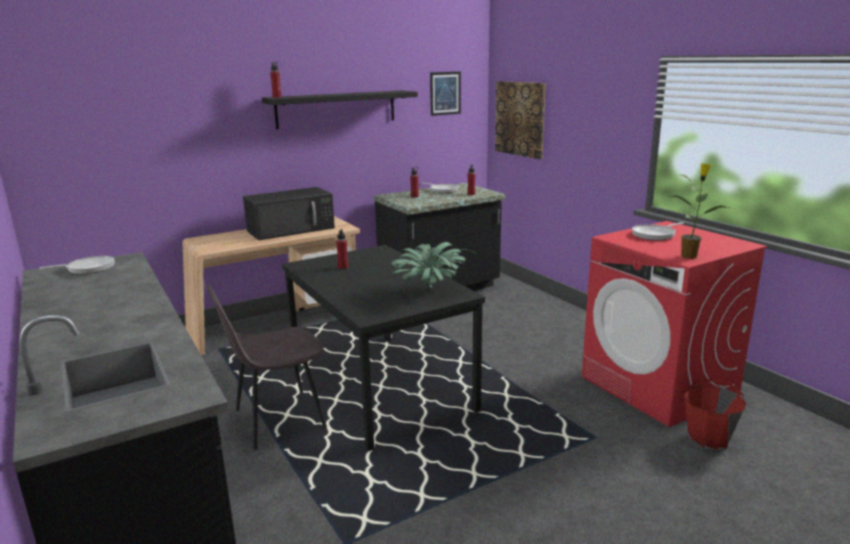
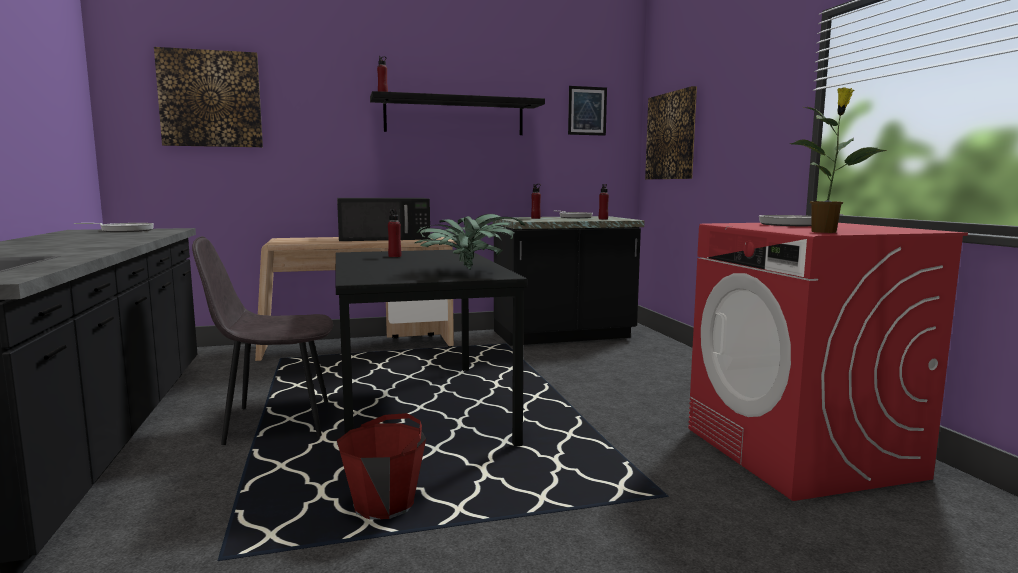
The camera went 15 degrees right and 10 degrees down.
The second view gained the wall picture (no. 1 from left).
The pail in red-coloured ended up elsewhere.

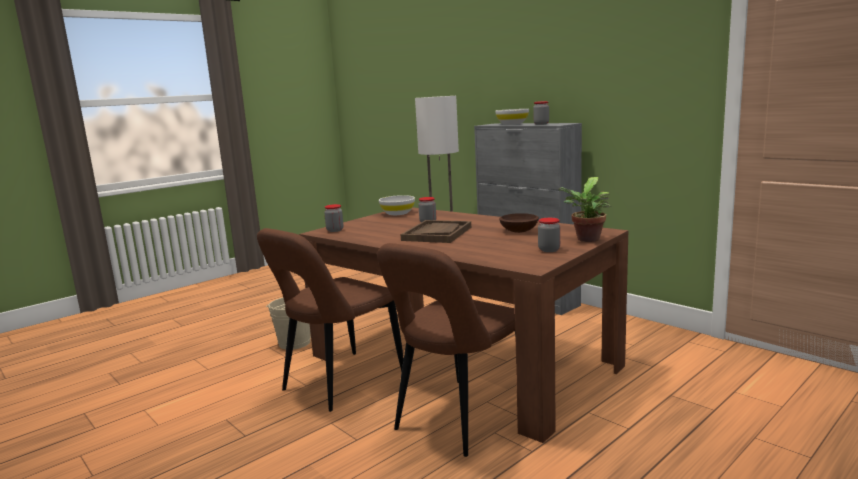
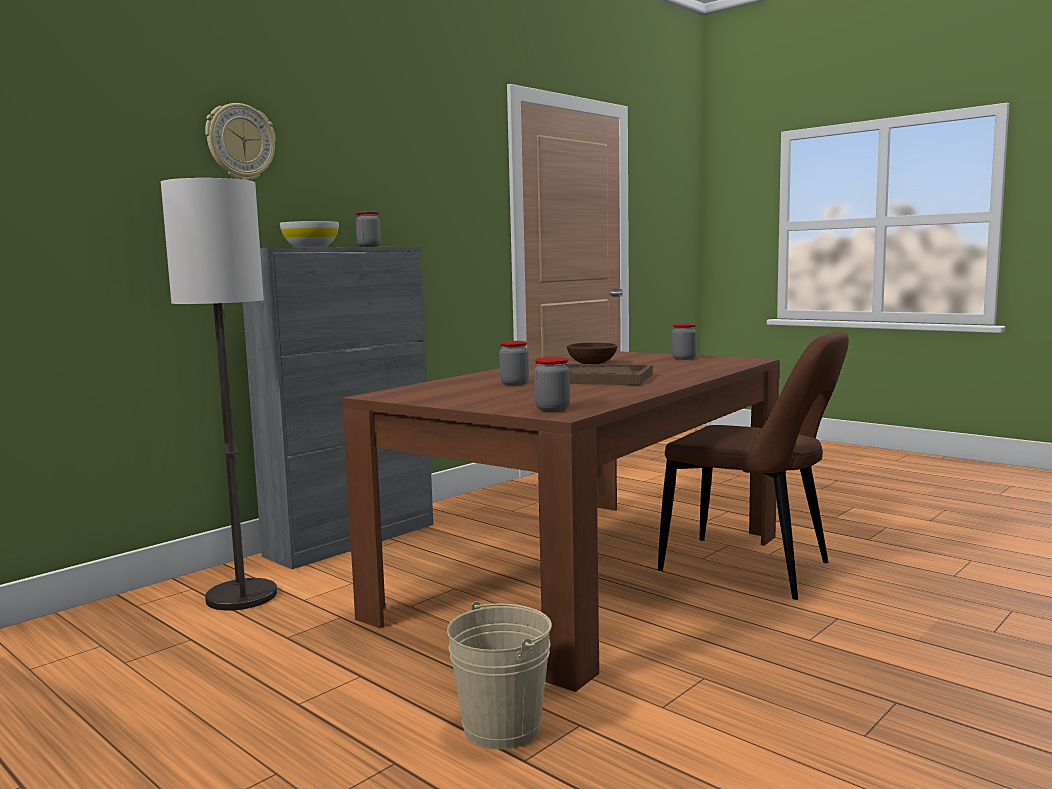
The camera went 95 degrees left and 5 degrees down.
The second view gained the clock on the wall.
The second view lost the upright chair in brown (no. 1 from left).
The second view lost the bowl in white-coloured (no. 1 from left).
The second view lost the houseplant.

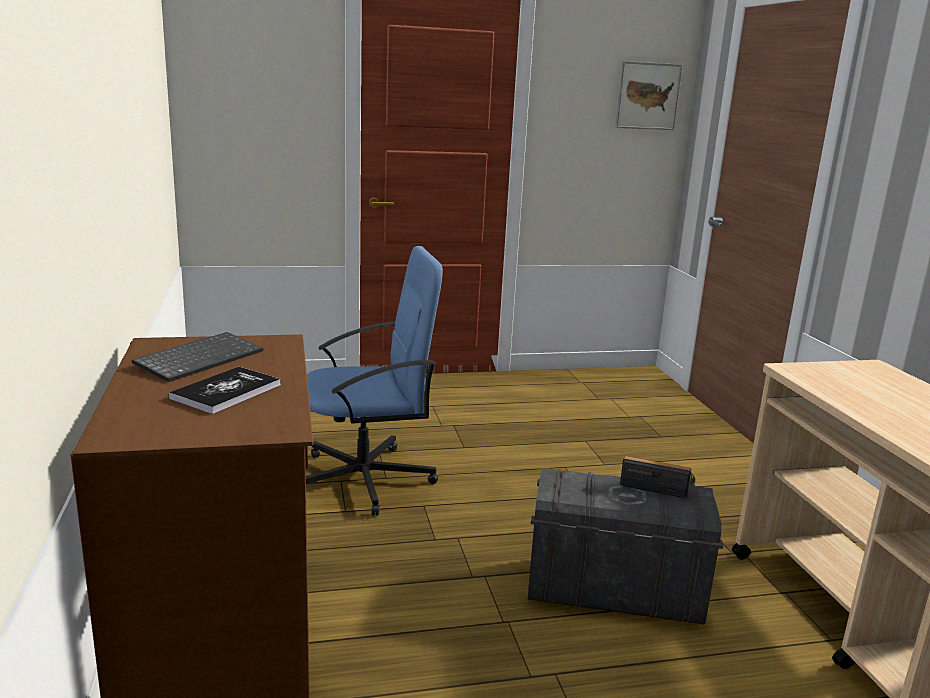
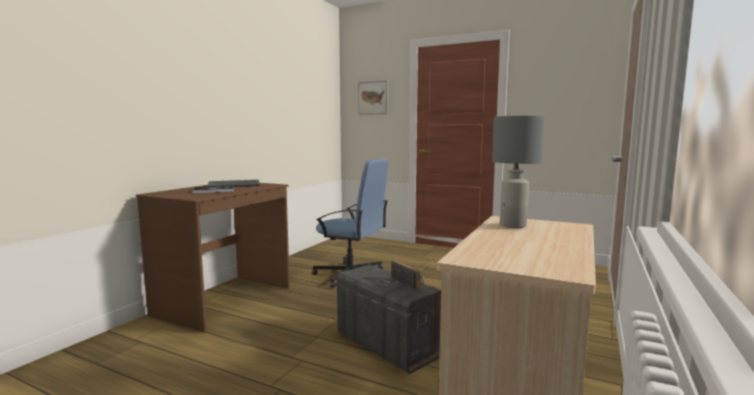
The camera went 40 degrees right and 10 degrees down.
The wall picture ended up elsewhere.
The second view gained the table lamp in greyish.

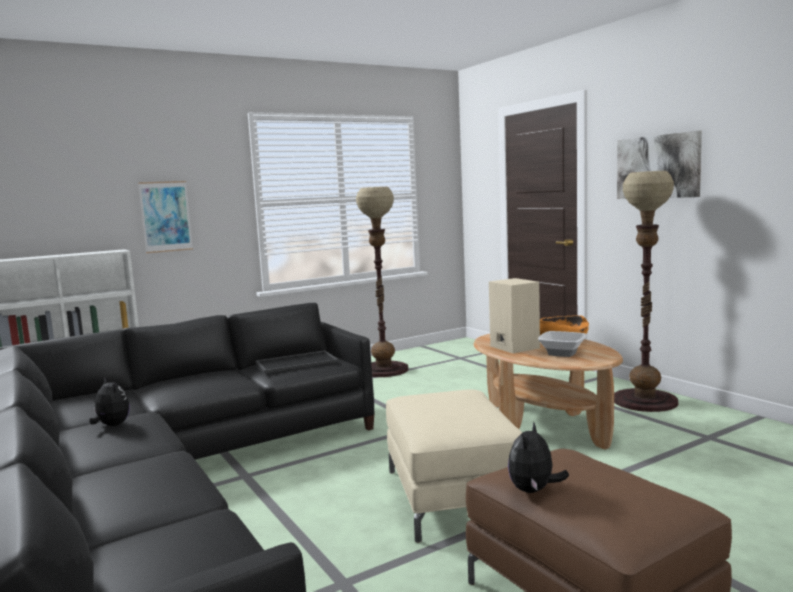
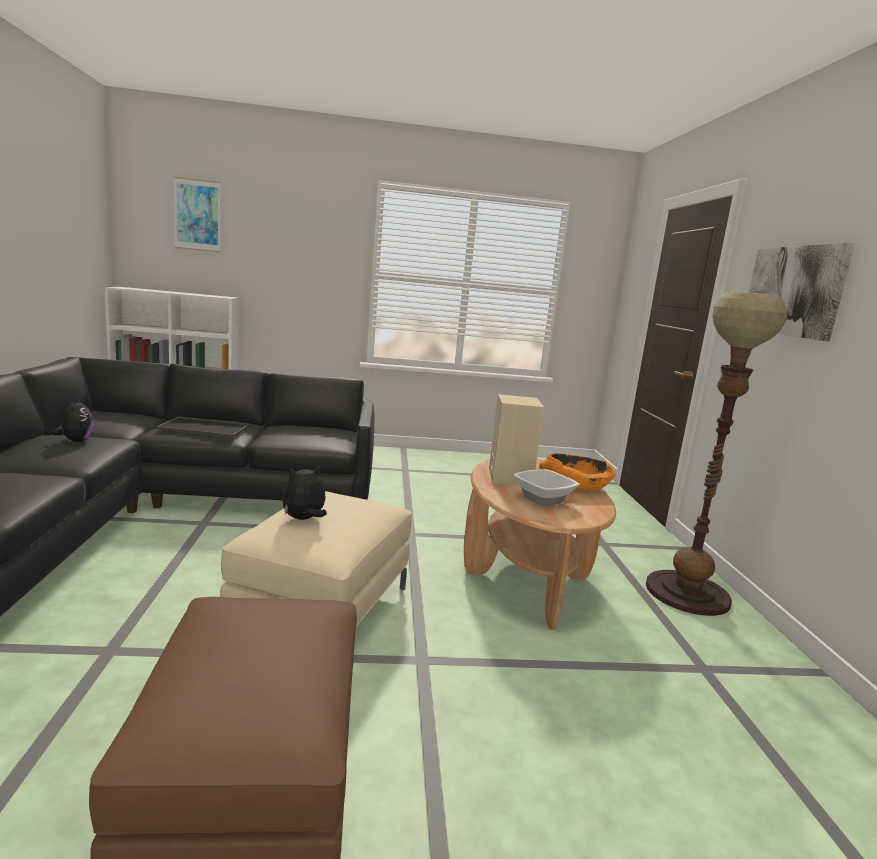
The camera went 25 degrees right and 5 degrees up.
The carrying tray ended up elsewhere.
The wall picture (no. 1 from left) ended up elsewhere.
The plush toy (no. 2 from left) ended up elsewhere.
The second view lost the standing lamp (no. 1 from left).

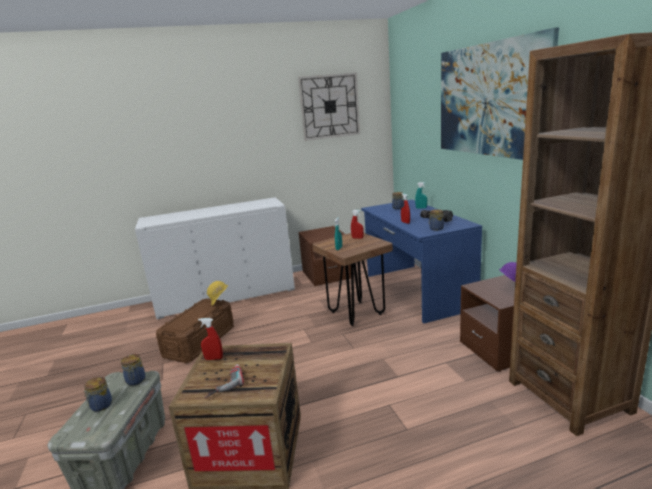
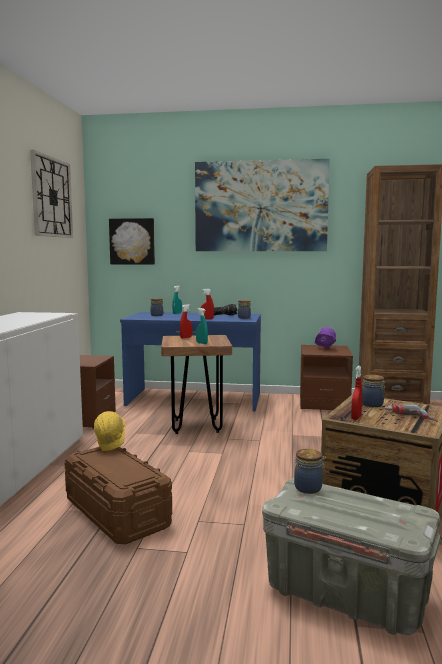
The camera went 65 degrees left and 10 degrees down.
The second view gained the wall picture (no. 1 from left).
The jar (no. 1 from left in the first image) ended up elsewhere.

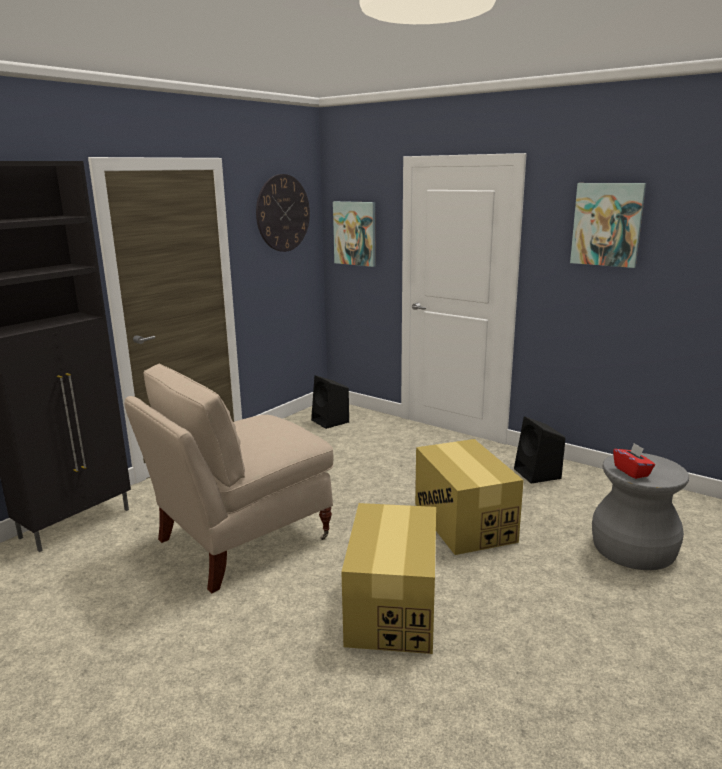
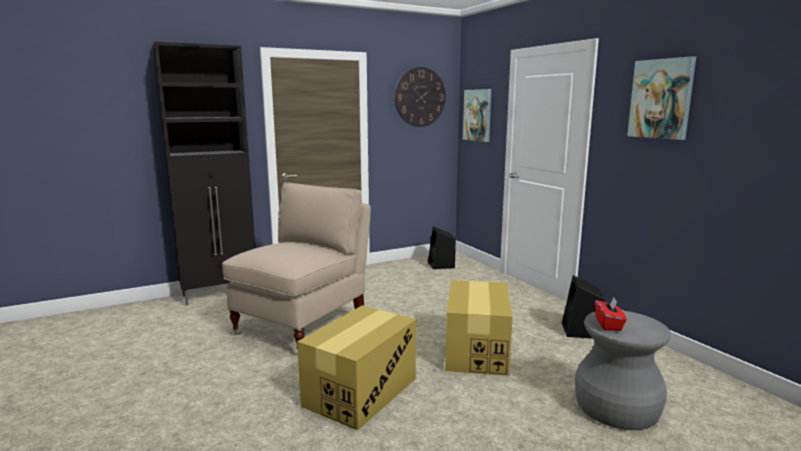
The camera went 25 degrees right and 5 degrees down.
The upright chair in sand-coloured ended up facing another way, 135 degrees clockwise from before.

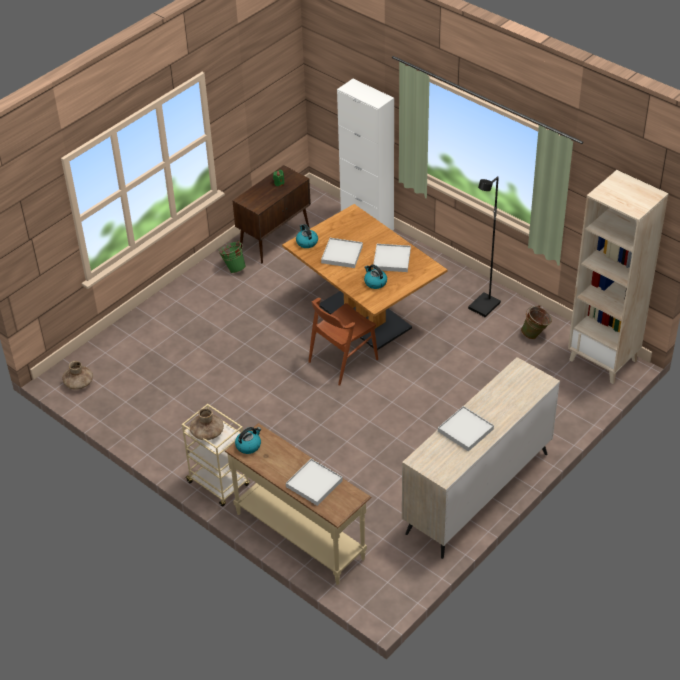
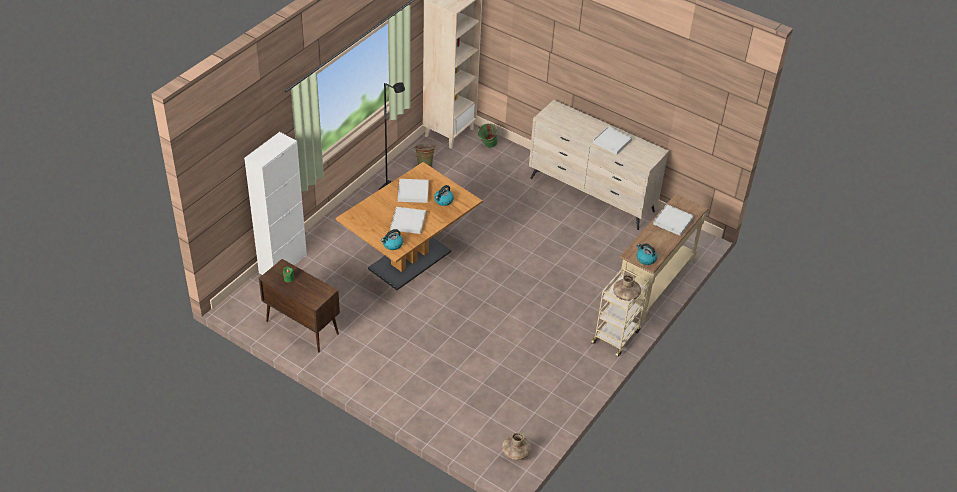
The camera went 100 degrees left and 0 degrees up.
The pail in greenish (no. 1 from left in the first image) ended up elsewhere.
The second view lost the upright chair in brown.

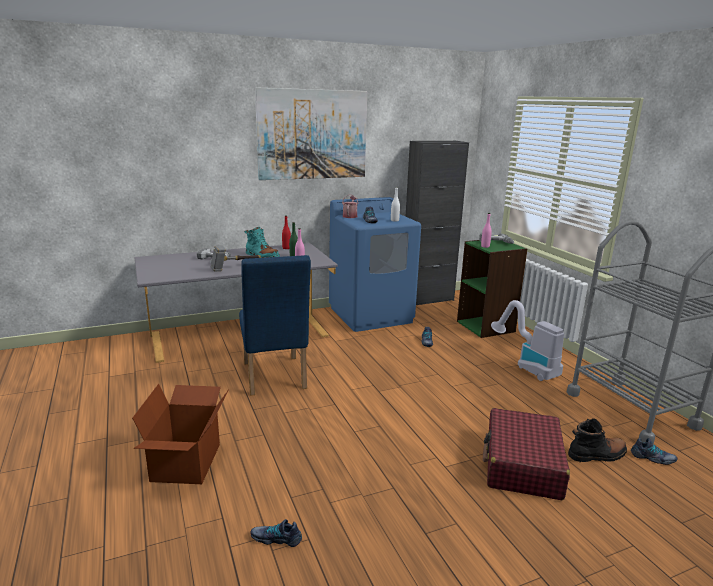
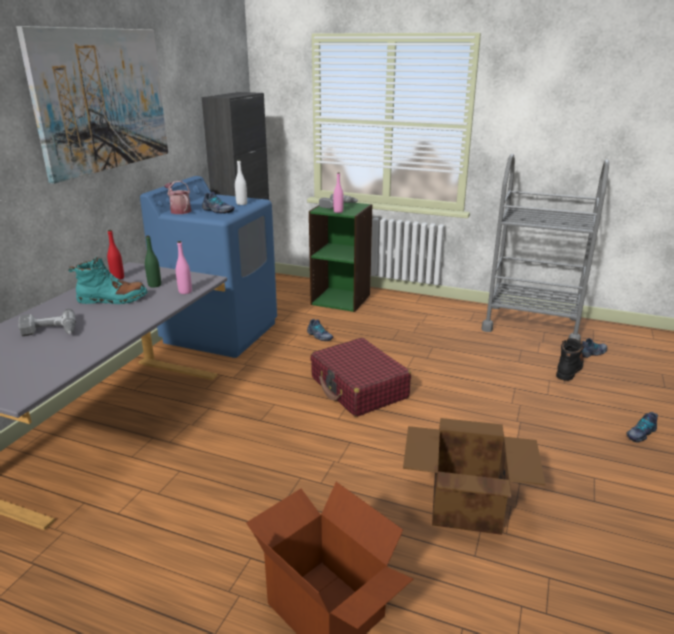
The camera went 45 degrees left and 5 degrees up.
The travel case in red-coloured ended up elsewhere.
The second view gained the packing box (no. 2 from left).
The low shoe (no. 1 from left in the first image) ended up elsewhere.
The second view lost the hand hammer.
The second view lost the upright chair in blue.
The second view lost the vacuum.

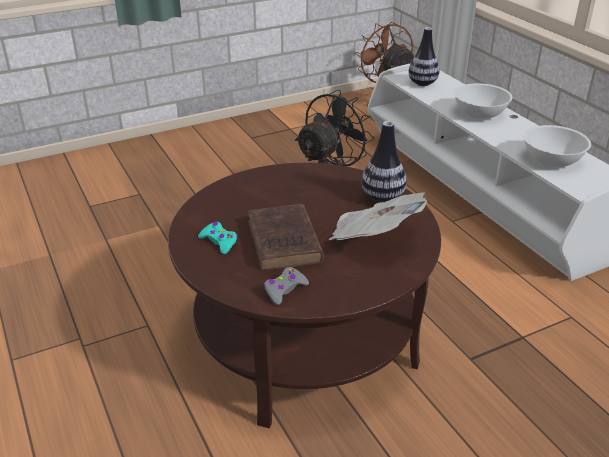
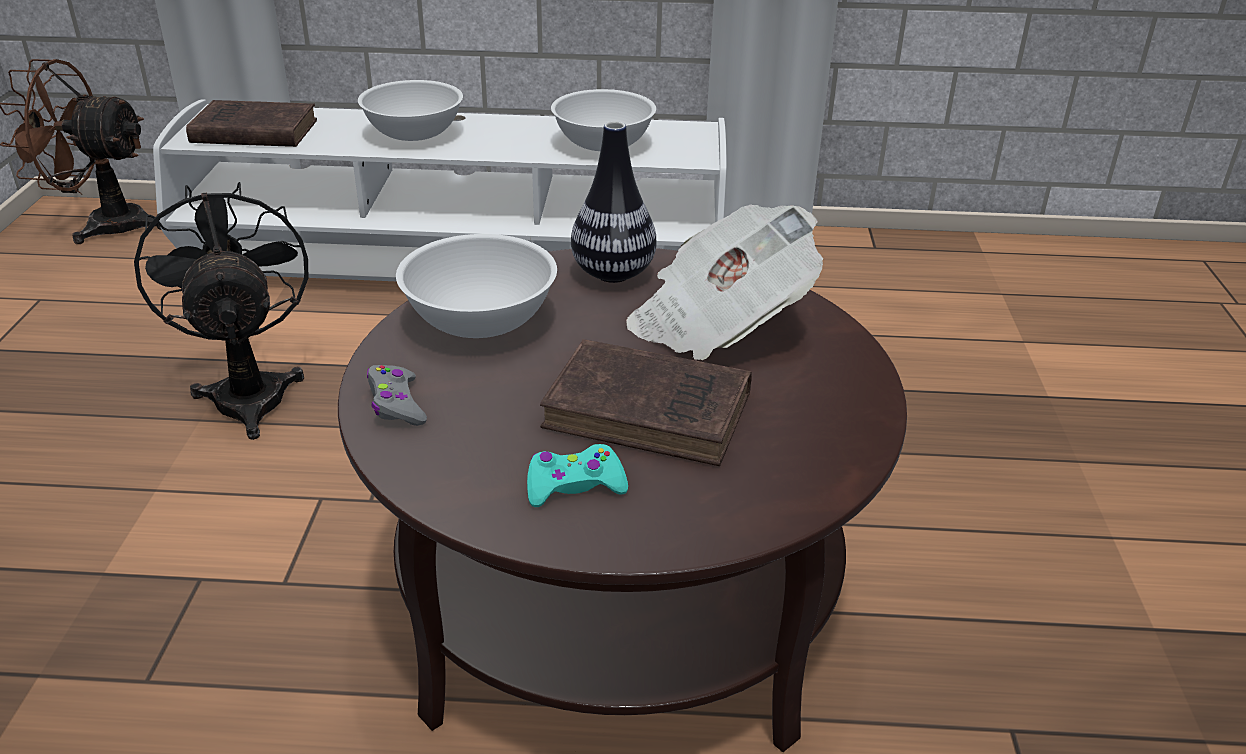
The camera went 60 degrees left and 0 degrees up.
Where the vase (no. 2 from left) stood, the bound book in brown (no. 1 from left) came to stand.
The game controller in greyish ended up elsewhere.
The second view gained the bowl in white-coloured (no. 2 from left).

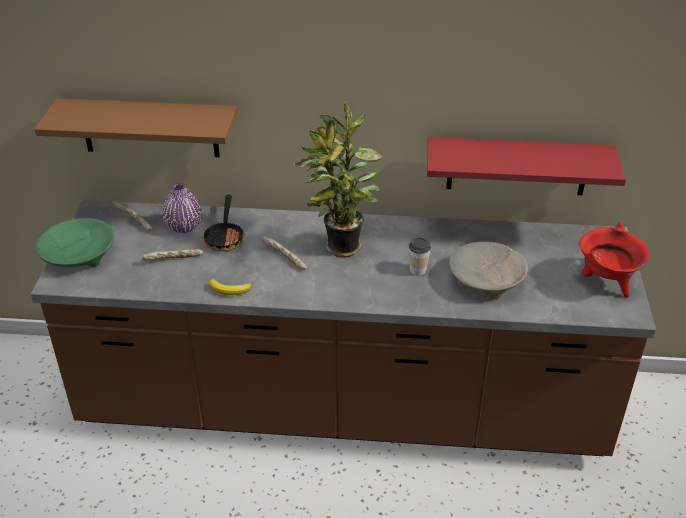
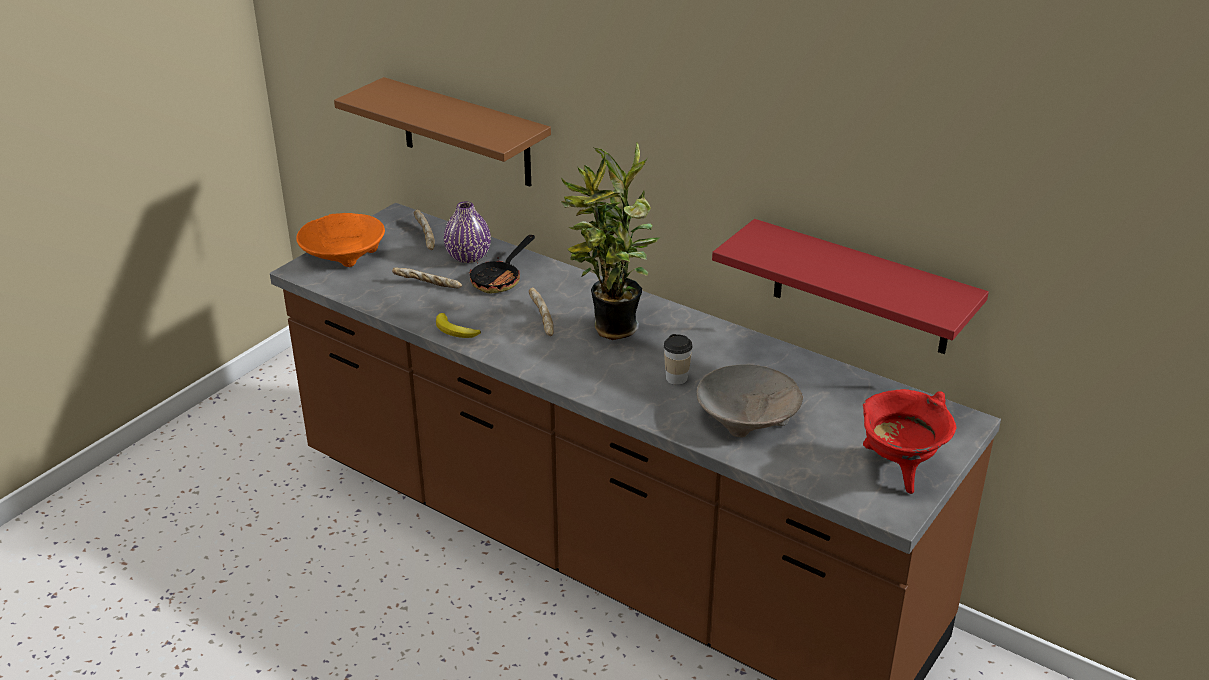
The camera went 30 degrees right and 5 degrees down.
What was the bowl in greenish turned into the bowl in orange-coloured.

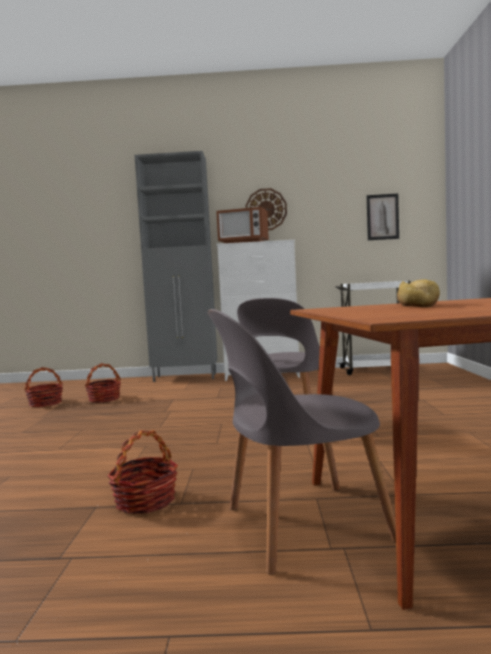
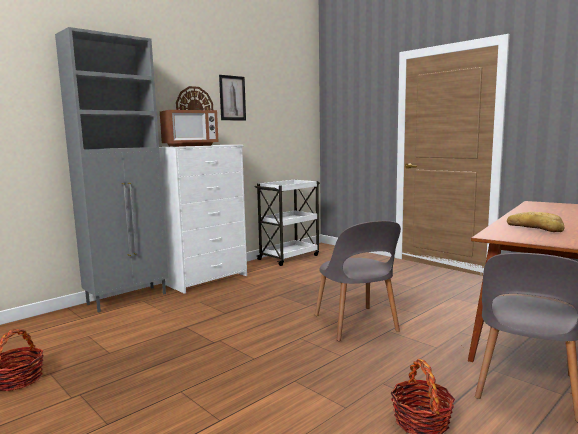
The camera went 45 degrees left and 5 degrees up.
The wall picture ended up elsewhere.
The second view lost the storage basket (no. 2 from left).

